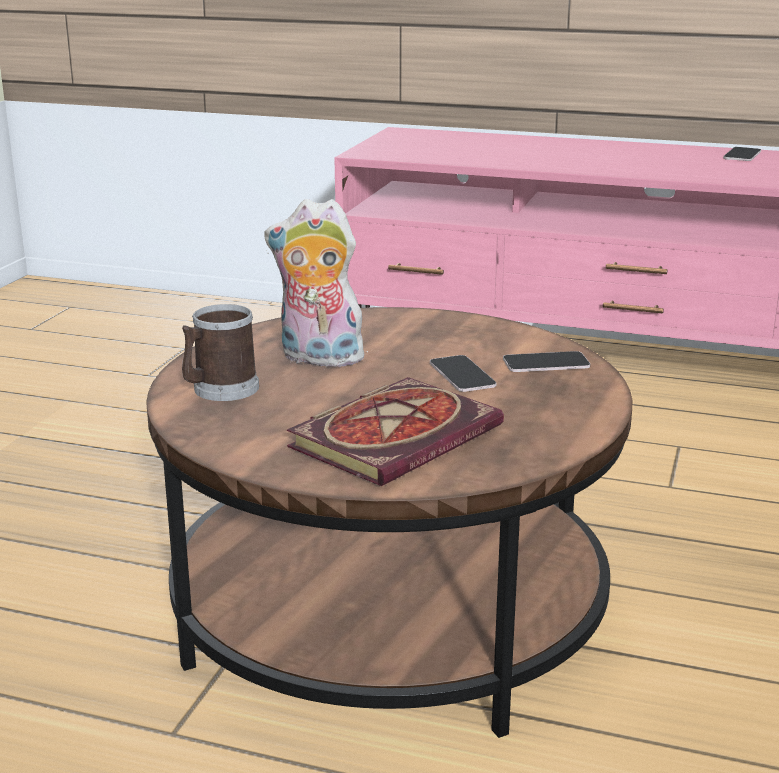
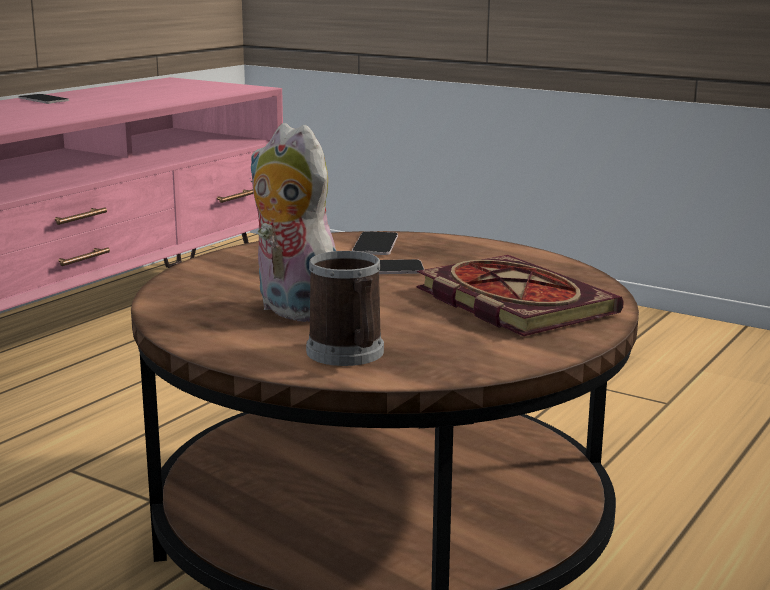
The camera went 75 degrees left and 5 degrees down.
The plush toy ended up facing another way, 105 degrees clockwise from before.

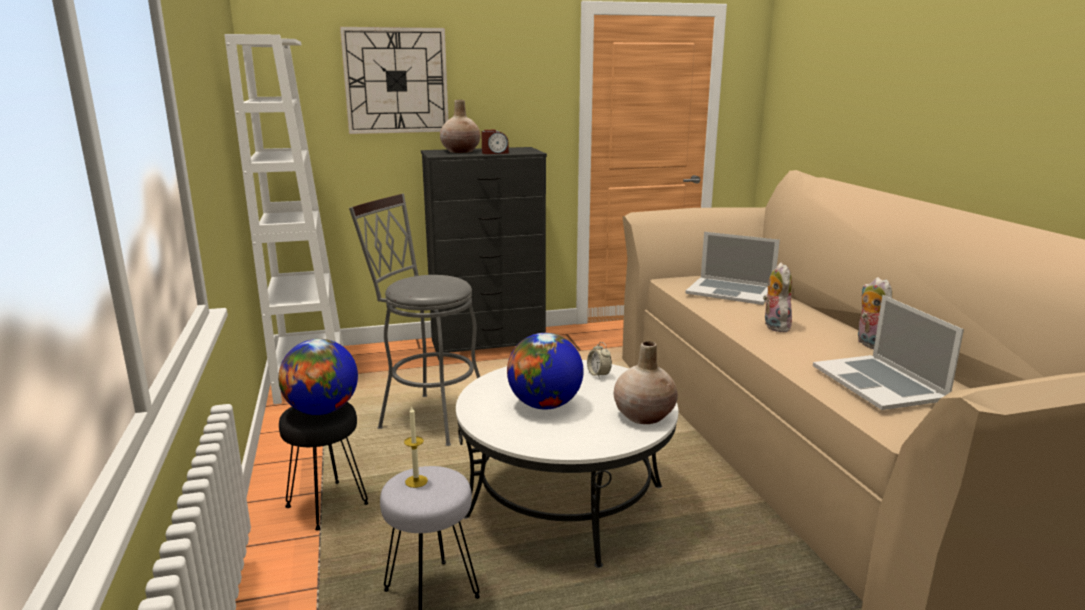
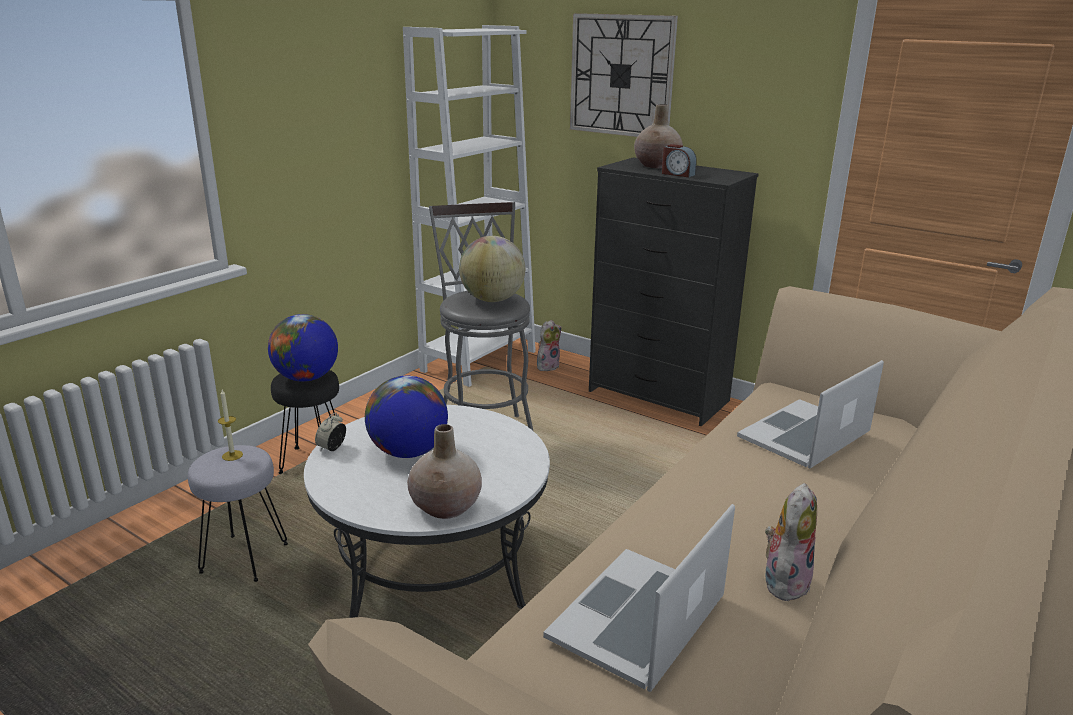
The camera went 50 degrees right and 5 degrees up.
The alarm clock (no. 2 from left in the first image) ended up elsewhere.
The second view gained the globe (no. 3 from left).
The plush toy (no. 1 from left) ended up elsewhere.
The laptop (no. 1 from left in the first image) ended up facing another way, 60 degrees clockwise from before.

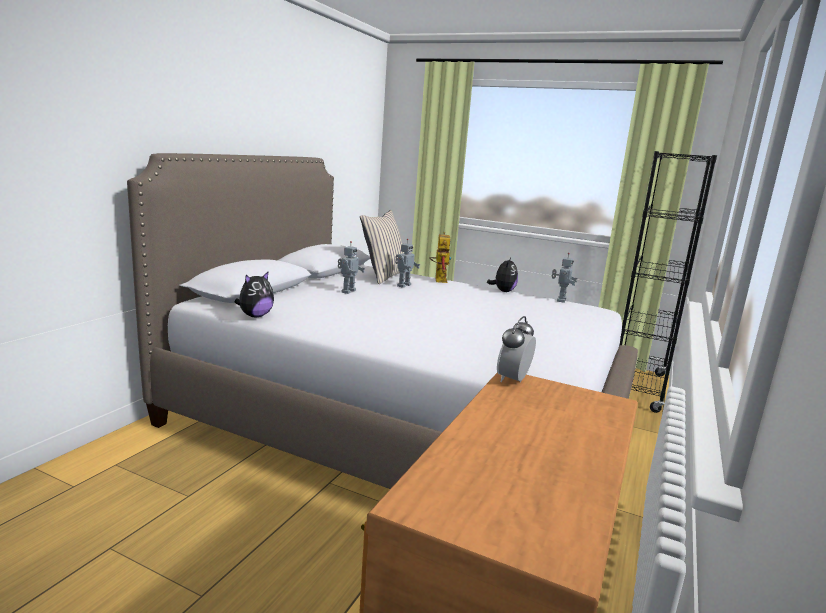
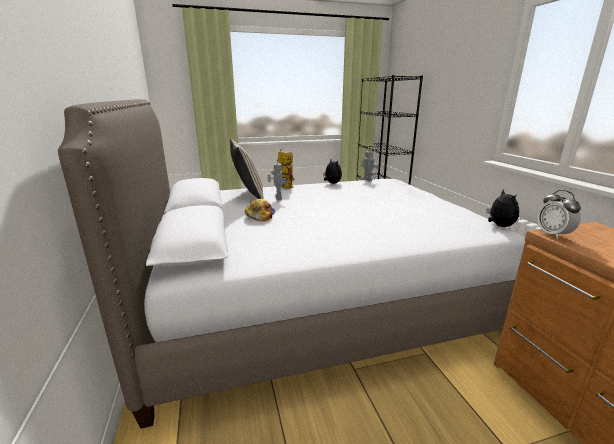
The camera went 40 degrees left and 5 degrees up.
Where the model robot (no. 1 from left) stood, the baseball cap came to stand.
The plush toy (no. 1 from left in the first image) ended up elsewhere.

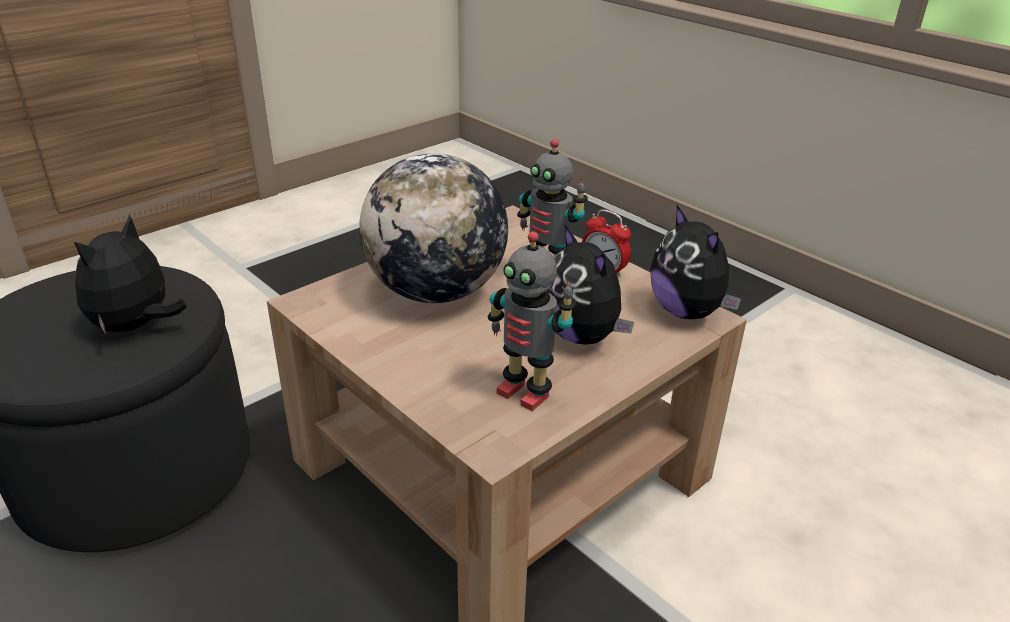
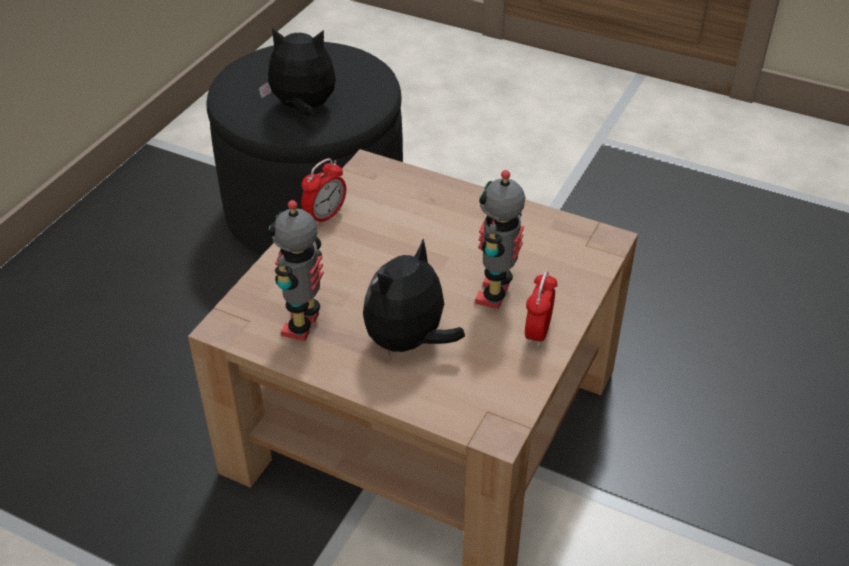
The camera went 70 degrees right and 10 degrees up.
The second view gained the alarm clock (no. 1 from left).
The second view lost the globe.
The second view lost the plush toy (no. 3 from left).

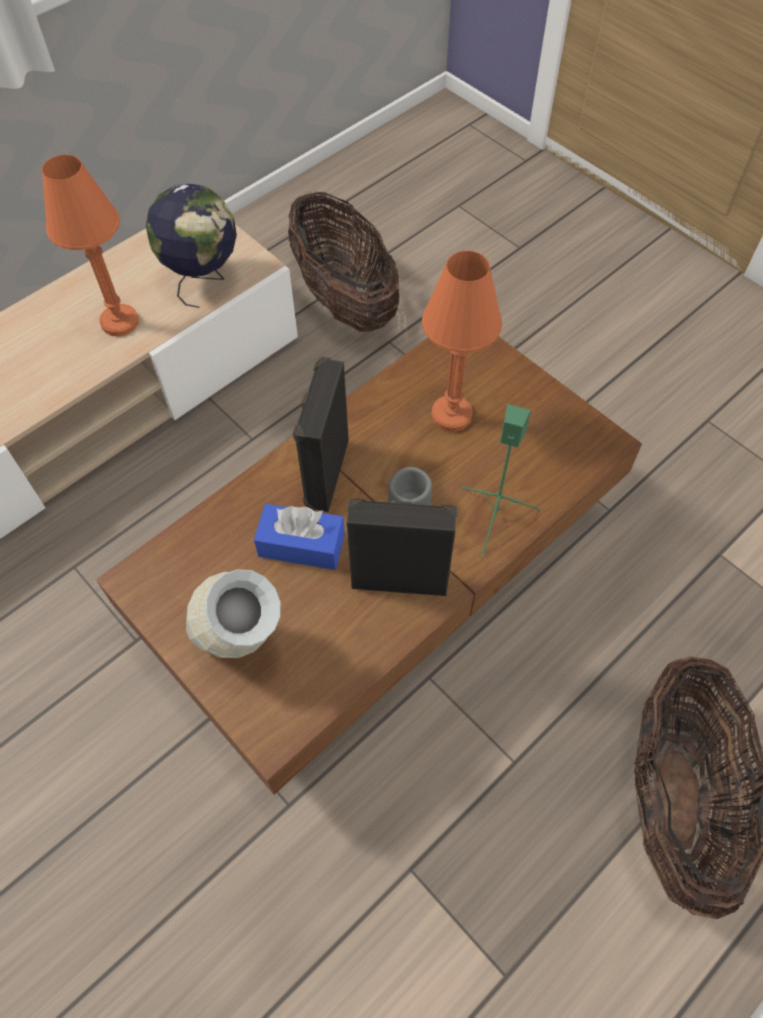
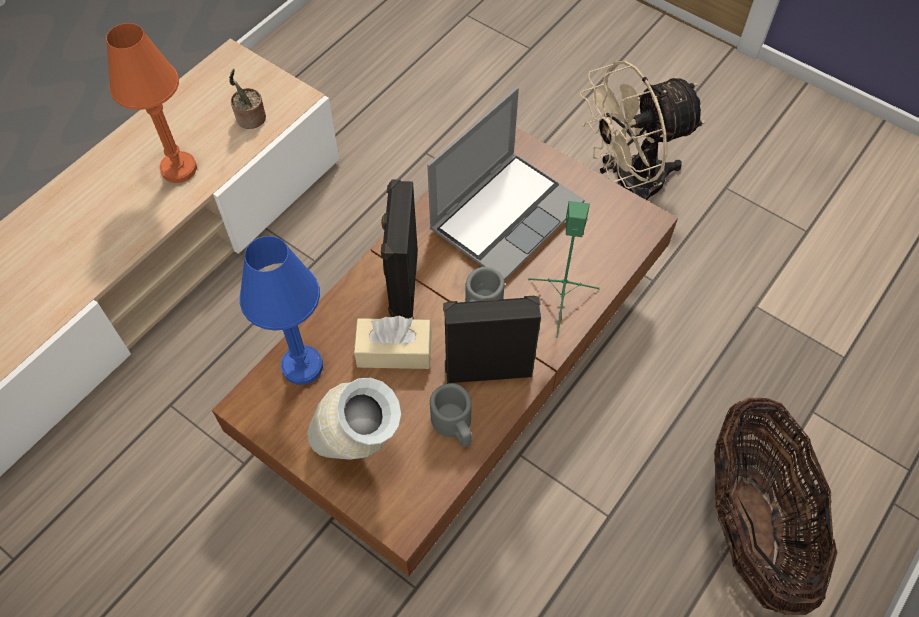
The camera went 10 degrees left and 0 degrees up.
Where the globe stood, the houseplant came to stand.
The second view gained the table lamp in blue.
What was the tissue holder in blue turned into the tissue holder in sand-coloured.
Where the table lamp in orange-coloured (no. 2 from left) stood, the laptop came to stand.
The second view gained the mug in greyish (no. 1 from left).
The second view gained the cooling fan in sand-coloured.
The second view lost the storage basket (no. 1 from left).

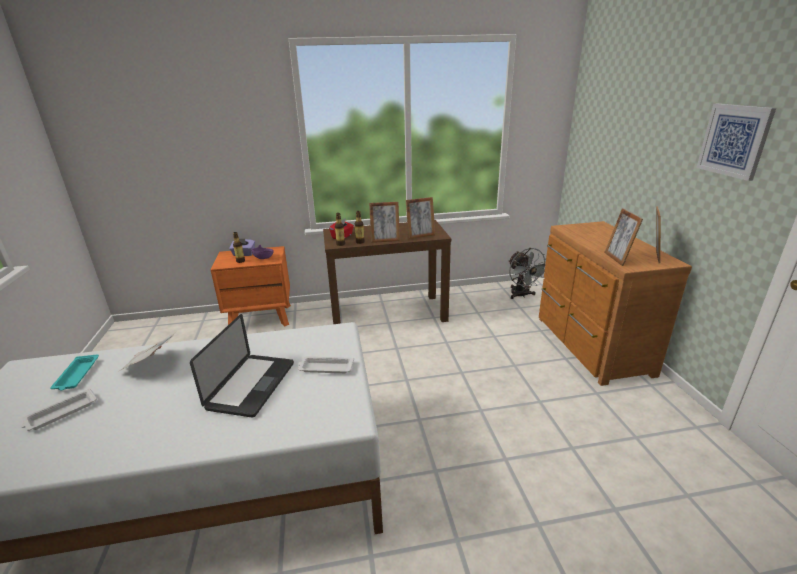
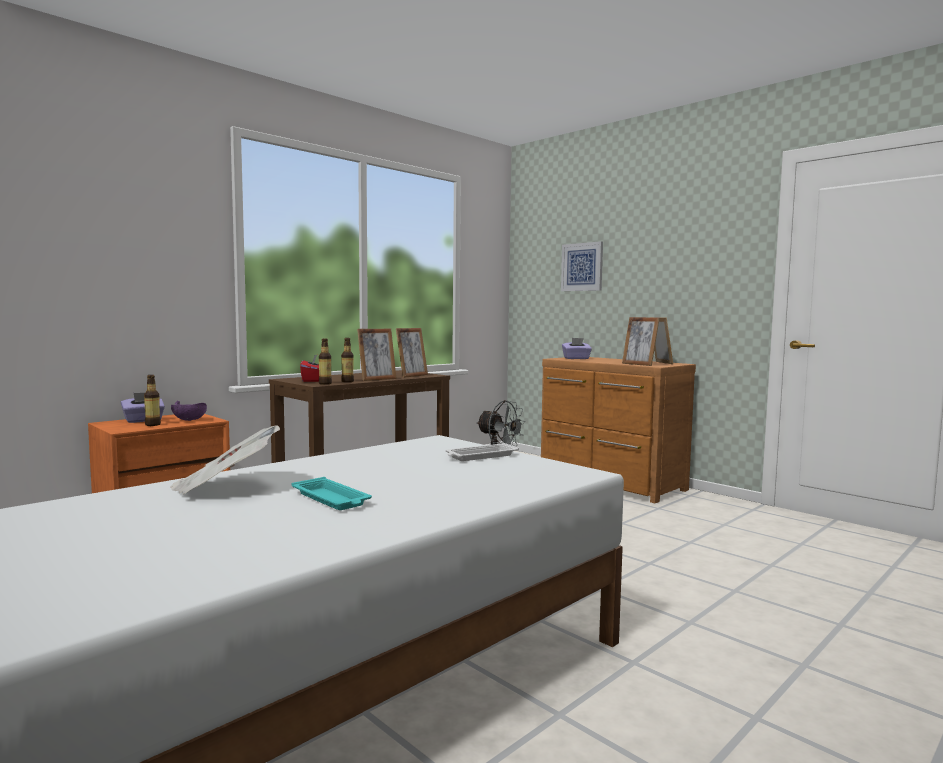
The camera went 35 degrees left and 20 degrees down.
The carrying tray in blue-green ended up elsewhere.
The wall picture ended up elsewhere.
The second view gained the tissue holder in purple (no. 2 from left).
The second view lost the carrying tray in white-coloured (no. 1 from left).
The second view lost the laptop.

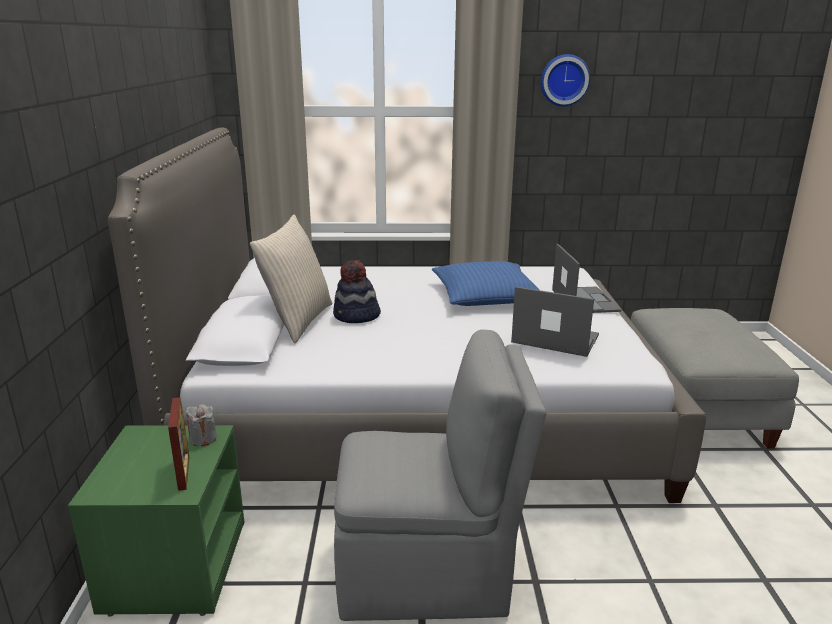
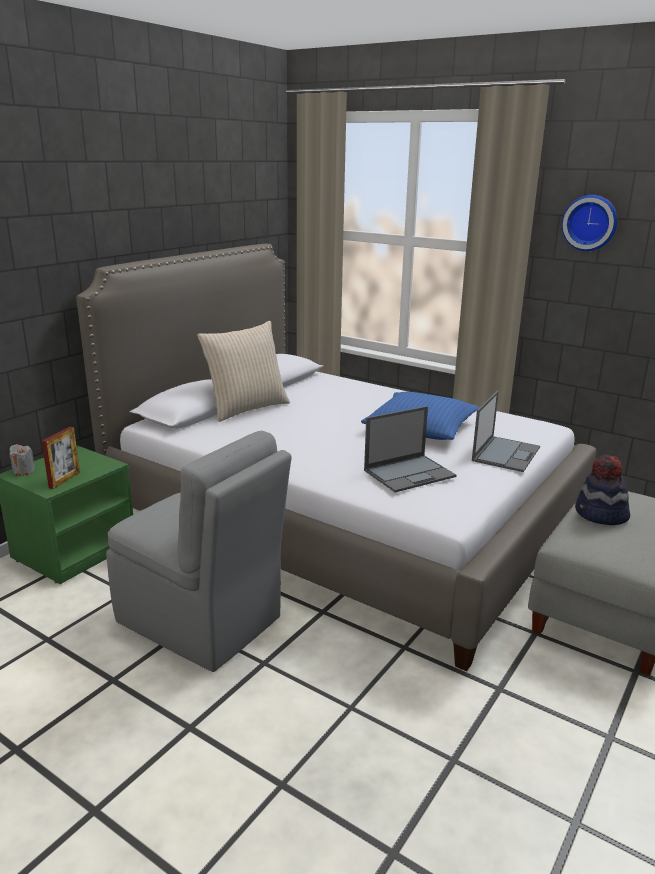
The camera went 35 degrees right and 0 degrees up.
The candle in greyish ended up elsewhere.
The laptop (no. 1 from left) ended up facing another way, 90 degrees clockwise from before.
The hat ended up elsewhere.

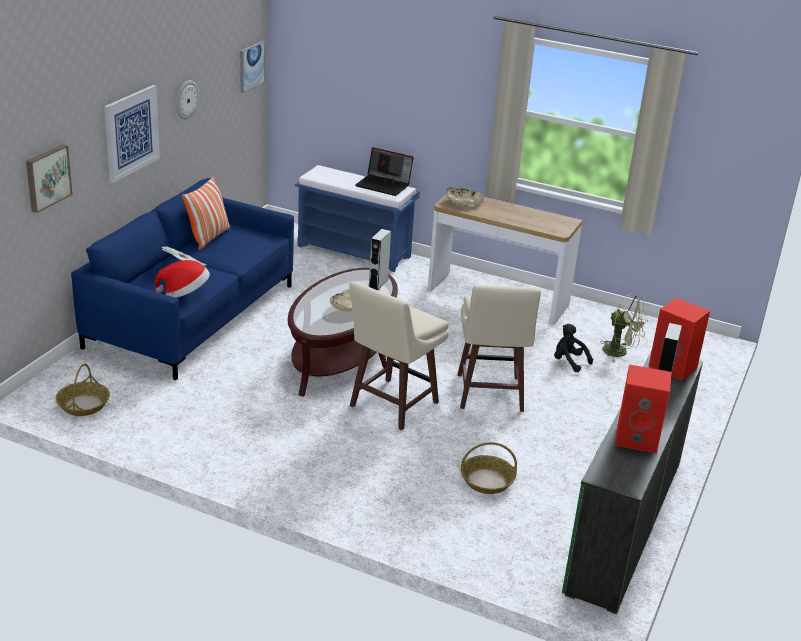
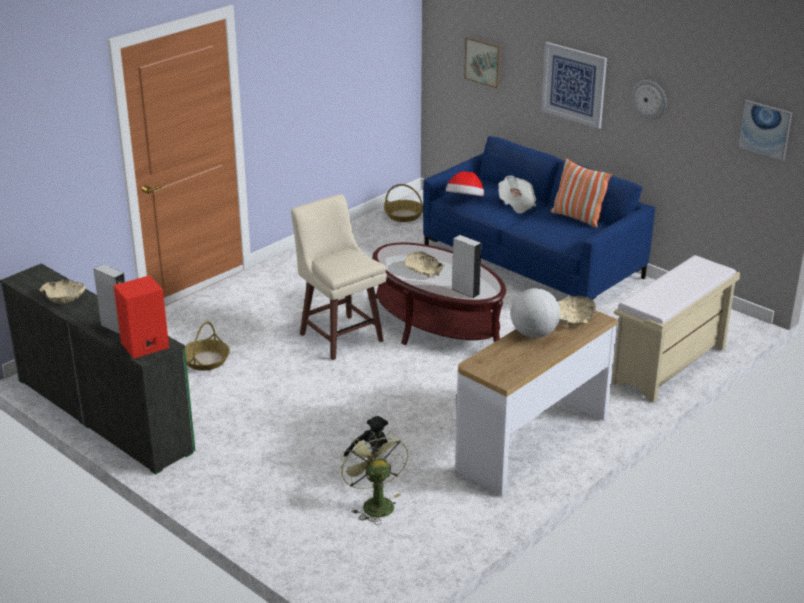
The camera went 110 degrees right and 0 degrees up.
Where the speaker in red-coloured (no. 1 from left) stood, the bowl in sand-coloured (no. 1 from left) came to stand.
The cooling fan in greenish ended up facing another way, 105 degrees clockwise from before.
The second view gained the globe.
What was the bench in blue turned into the bench in sand-coloured.
The second view lost the laptop.
The second view lost the sitting stool in sand-coloured (no. 2 from left).

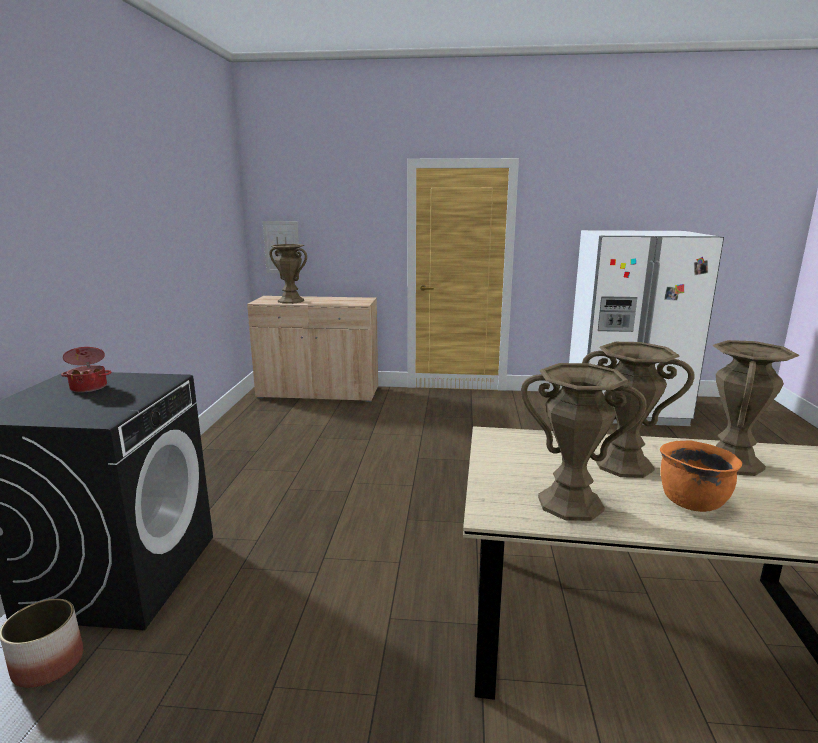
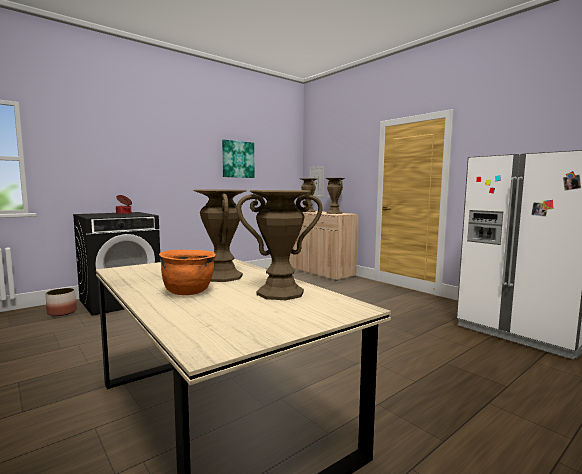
The camera went 45 degrees right and 10 degrees down.
The second view gained the wall picture (no. 1 from left).
The vase in brown (no. 2 from left in the first image) ended up elsewhere.

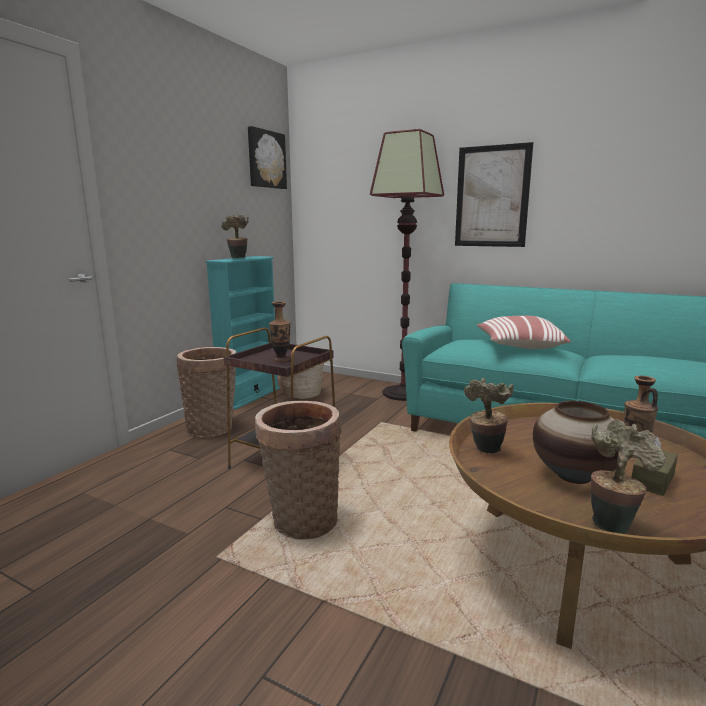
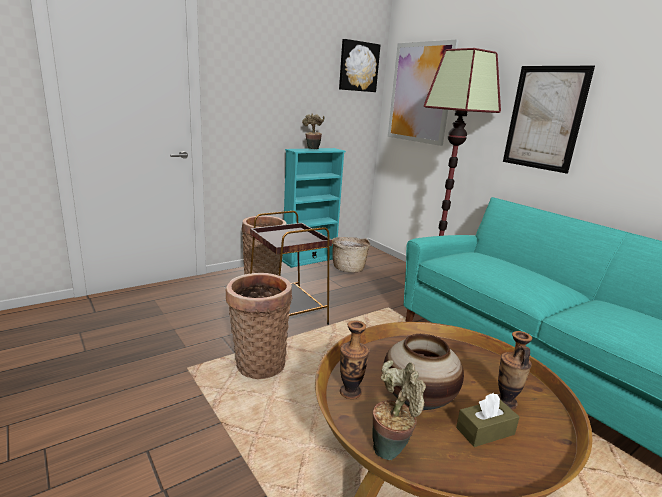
The camera went 25 degrees right and 5 degrees up.
The vase (no. 1 from left) ended up elsewhere.
The second view gained the wall picture (no. 2 from left).
The second view lost the houseplant (no. 2 from left).
The second view lost the throw pillow.

